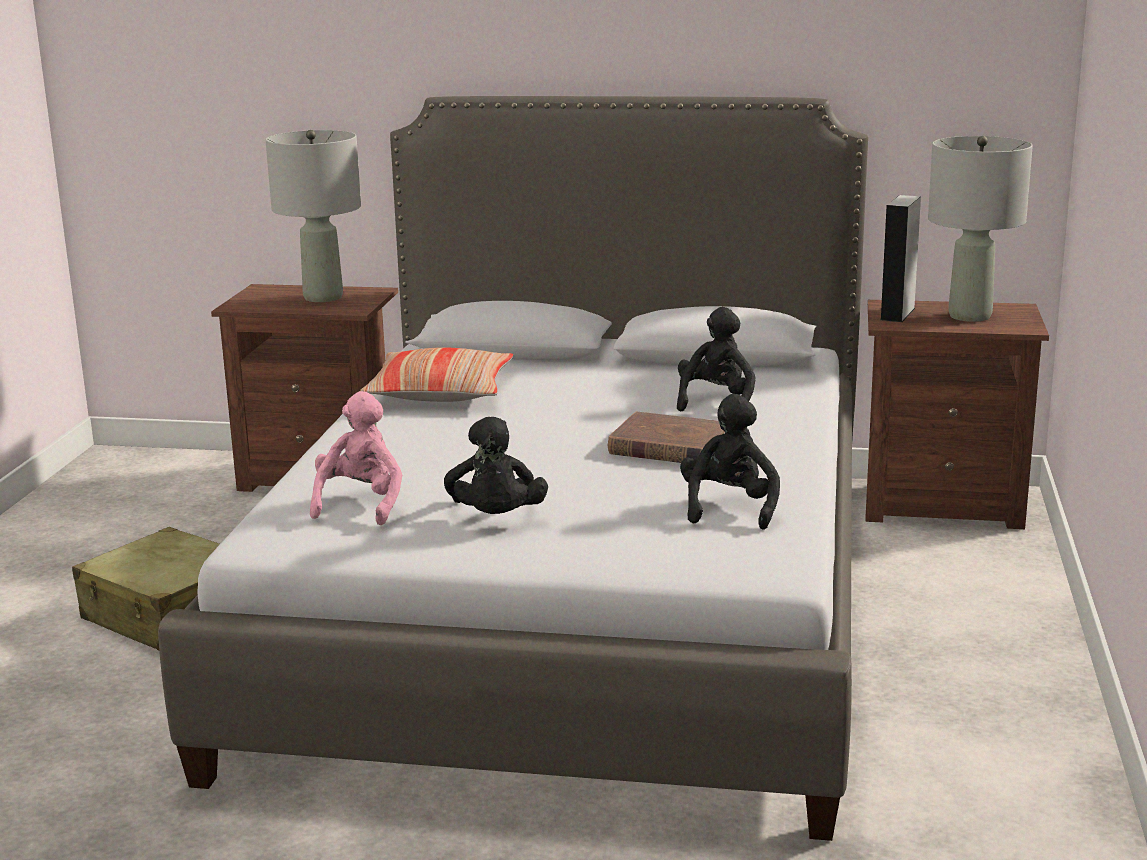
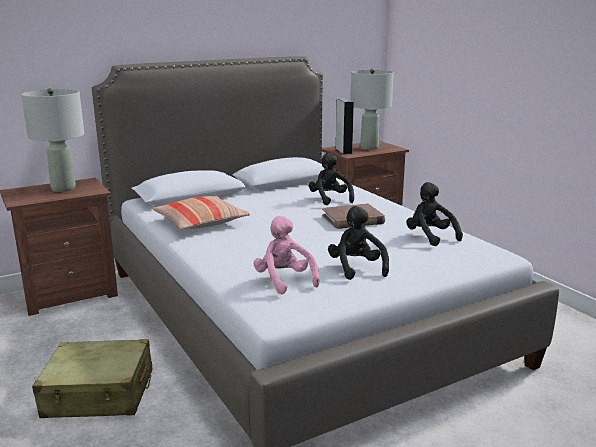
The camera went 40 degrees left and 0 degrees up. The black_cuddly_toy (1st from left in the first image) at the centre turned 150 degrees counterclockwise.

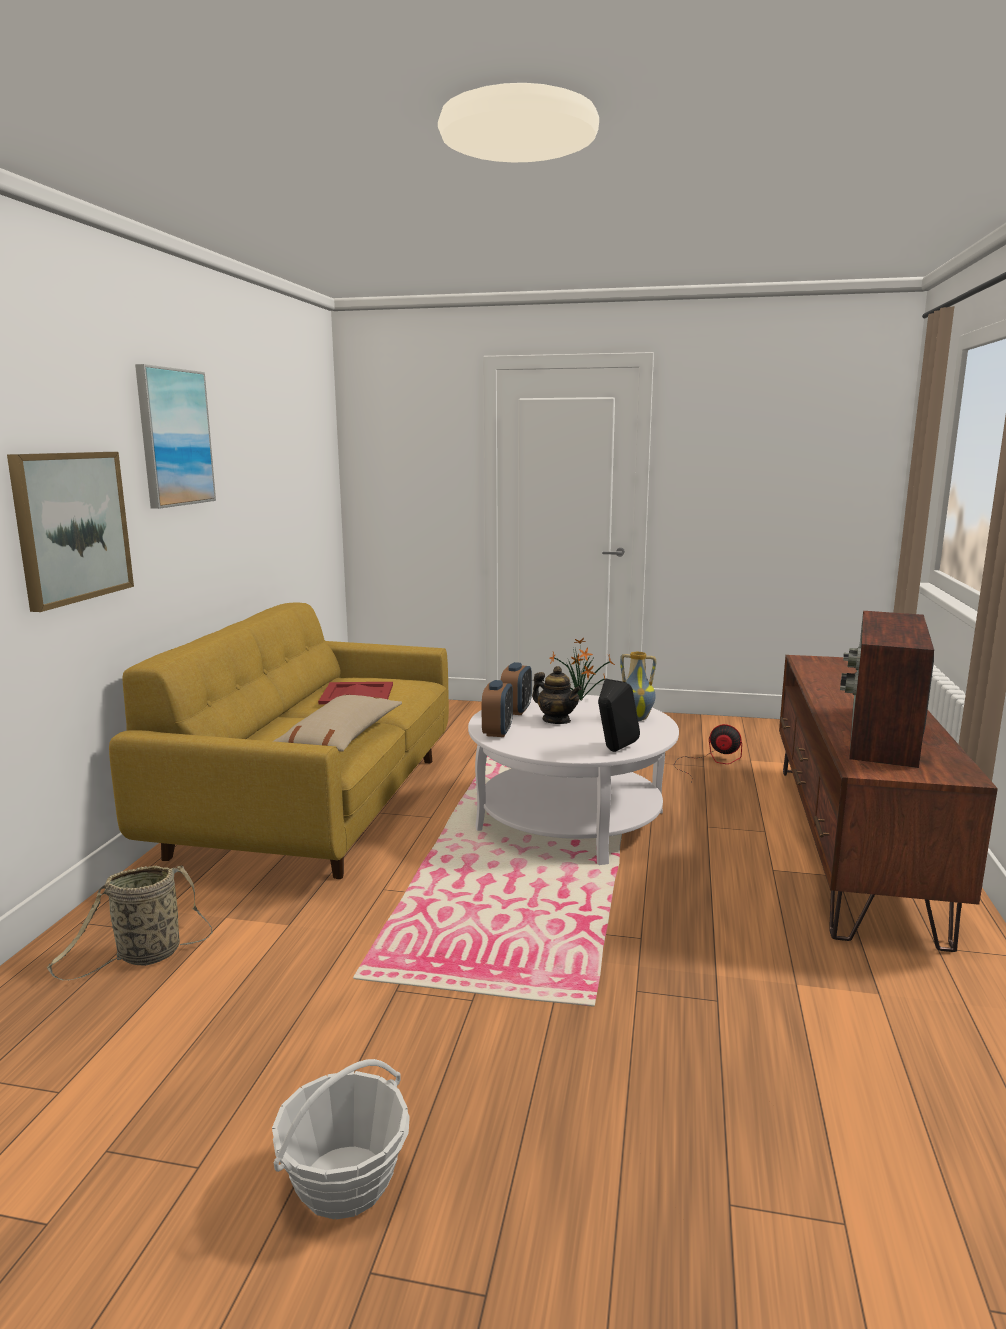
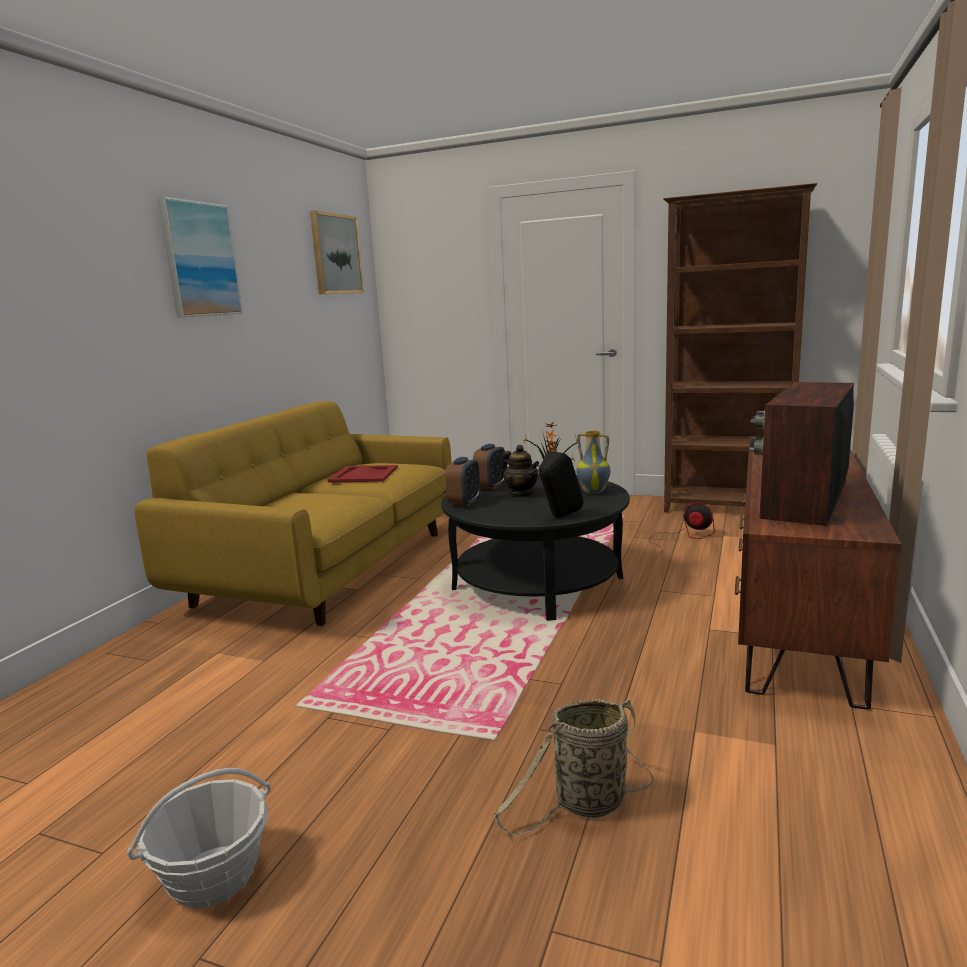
The camera went 10 degrees right and 0 degrees up. The beige-coloured_throw_pillow at the centre disappeared. The brown-coloured_shelving_unit at the middle right appeared. The wall_picture (1st from left in the first image) moved from the middle left to the top centre. The household_basket (1st from left in the first image) moved from the bottom left to the bottom centre. The whitish_lounge_table at the centre became the black_lounge_table at the centre.

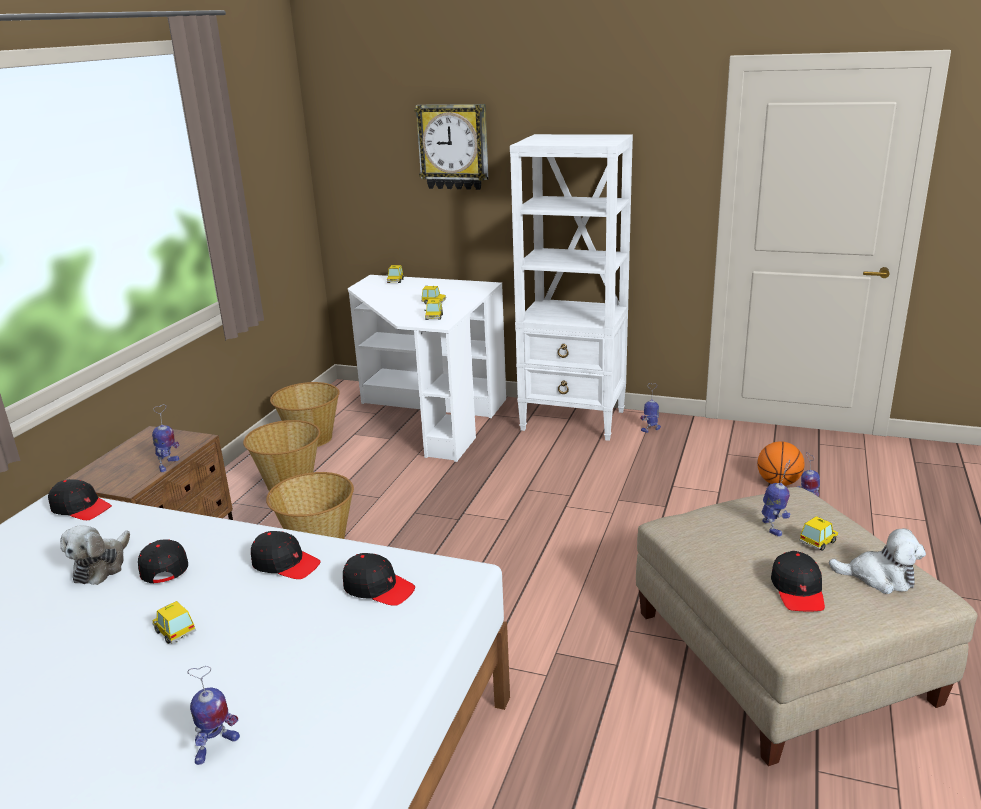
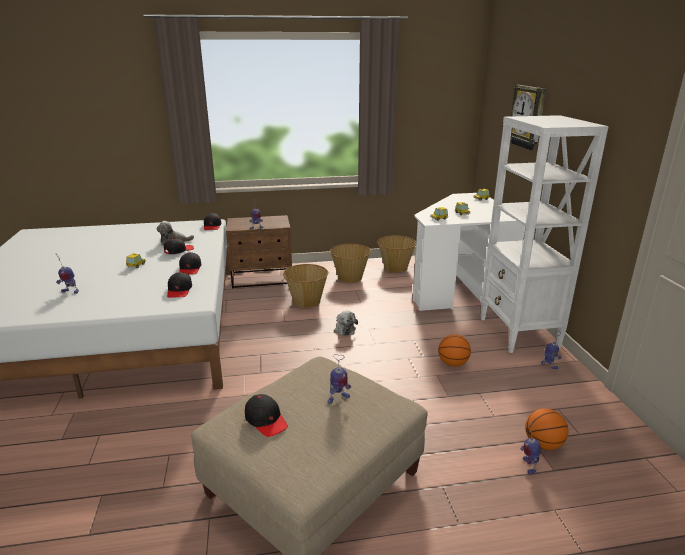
The camera went 60 degrees right and 0 degrees up. The miniature_car (5th from left) at the middle right disappeared. The basketball_ball (1st from left) at the centre appeared. The cuddly_toy (2nd from left) moved from the bottom right to the centre. The black_cap (5th from left) at the bottom right turned 105 degrees counterclockwise.

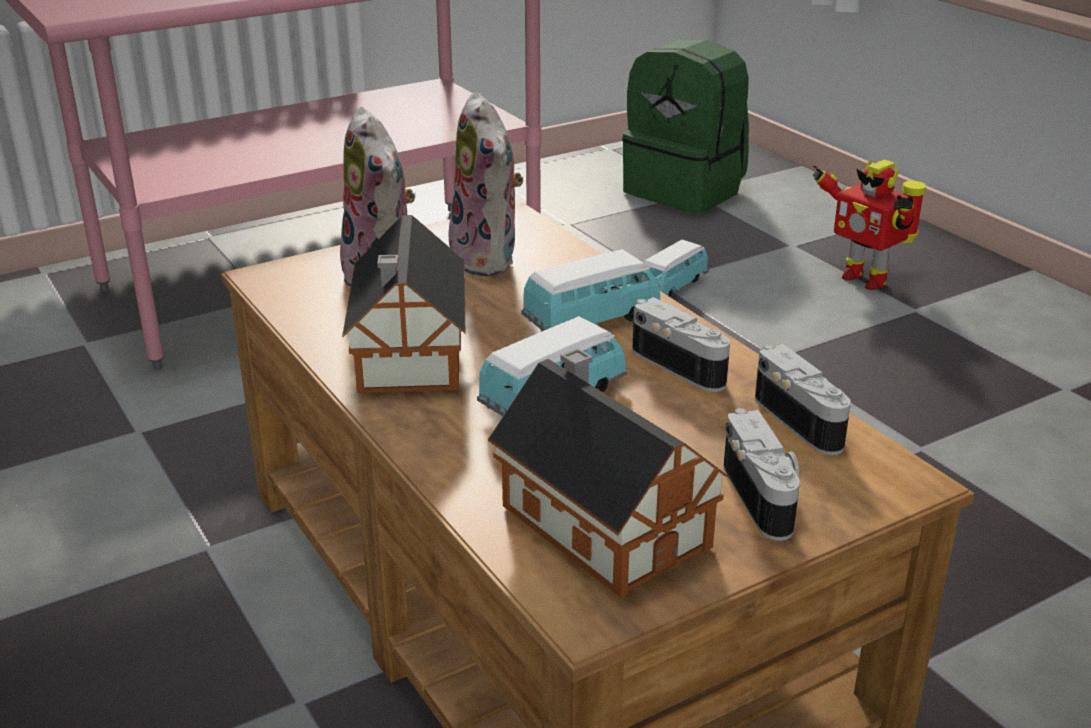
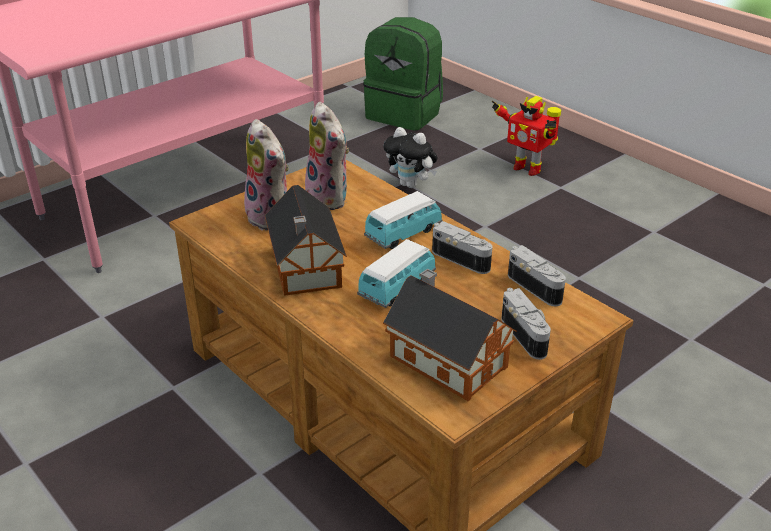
The camera went 10 degrees left and 5 degrees up. The miniature_car (3rd from left) at the centre was replaced by the cuddly_toy (3rd from left) at the top centre.

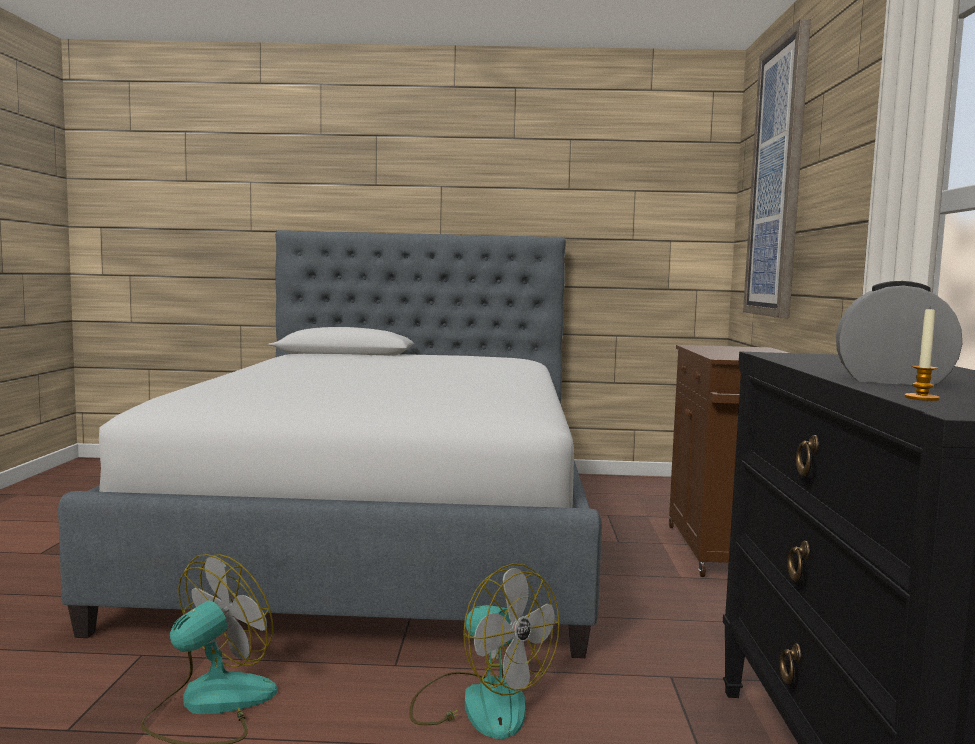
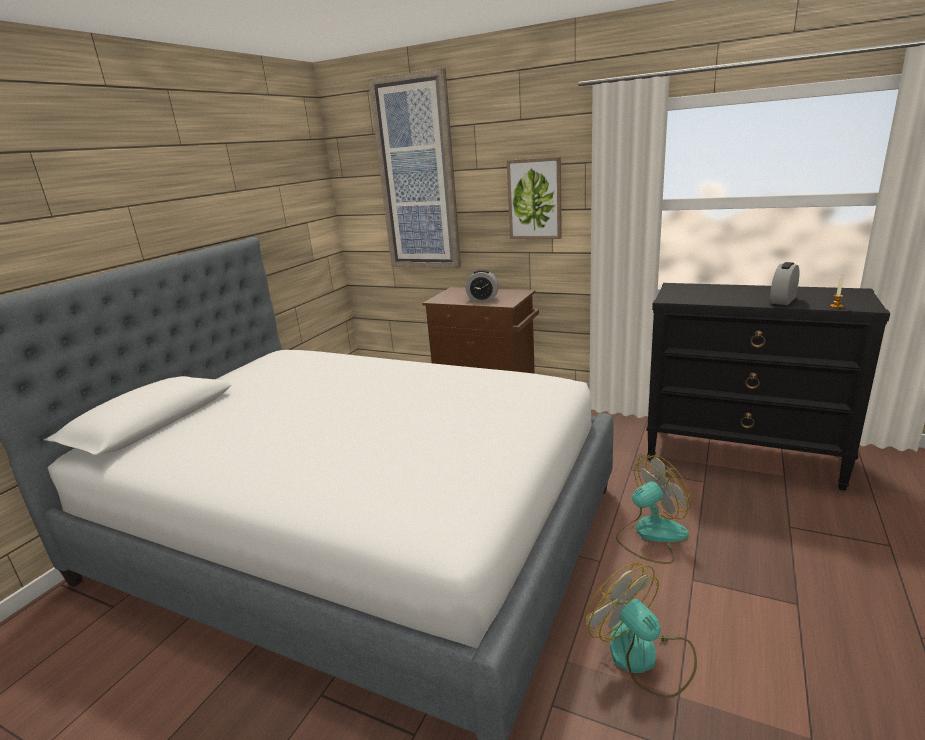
The camera went 65 degrees left and 15 degrees up. The table_clock (1st from left) at the centre appeared. The wall_picture (2nd from left) at the top centre appeared.

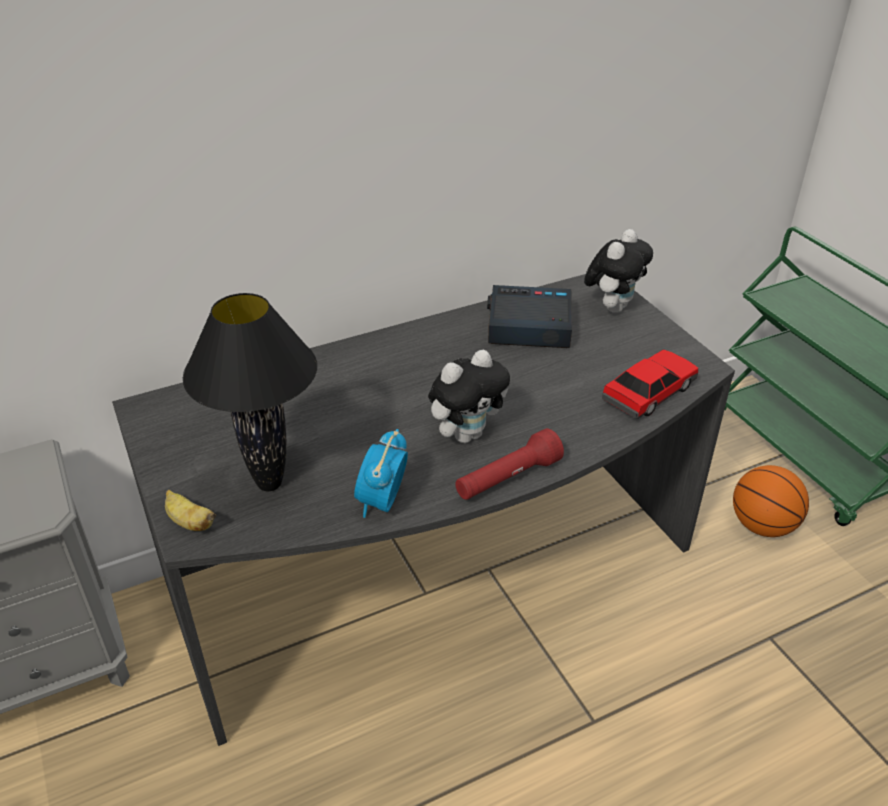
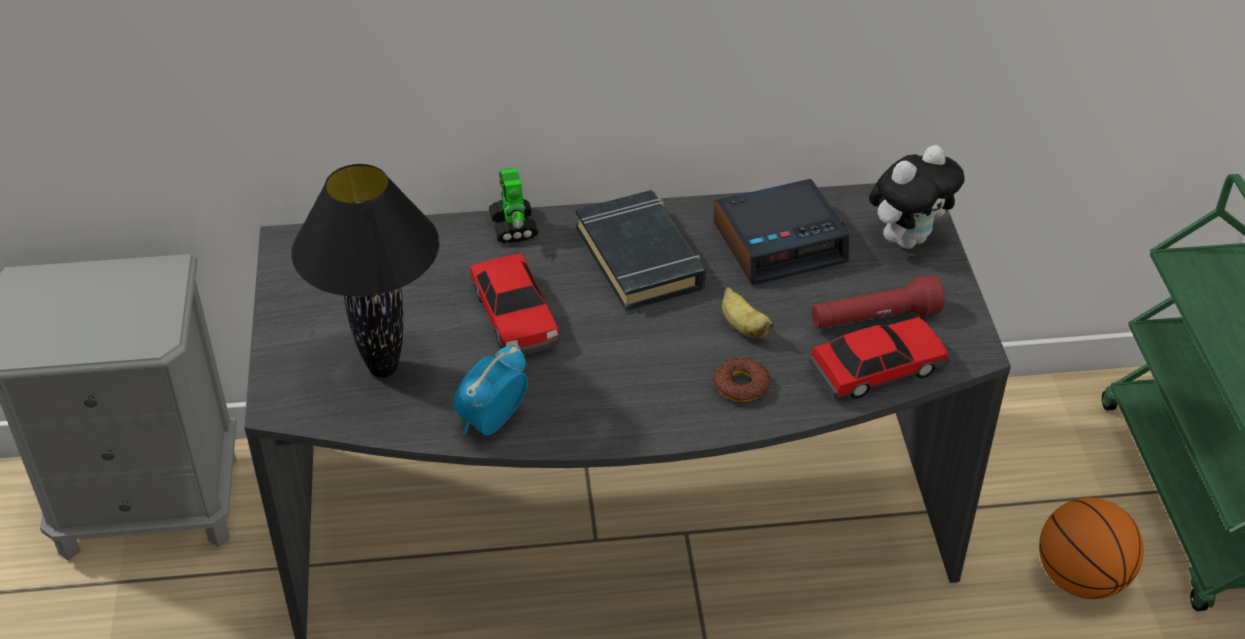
The camera went 20 degrees right and 5 degrees up. The cuddly_toy (1st from left) at the centre disappeared. The miniature_car (1st from left) at the centre appeared. The toy_robot at the top centre appeared. The black_book at the centre appeared. The ring_doughnut at the centre appeared. The whole_banana moved from the middle left to the centre. The reddish_hand_torch moved from the centre to the middle right. The table_clock (2nd from left) at the centre turned 135 degrees clockwise.

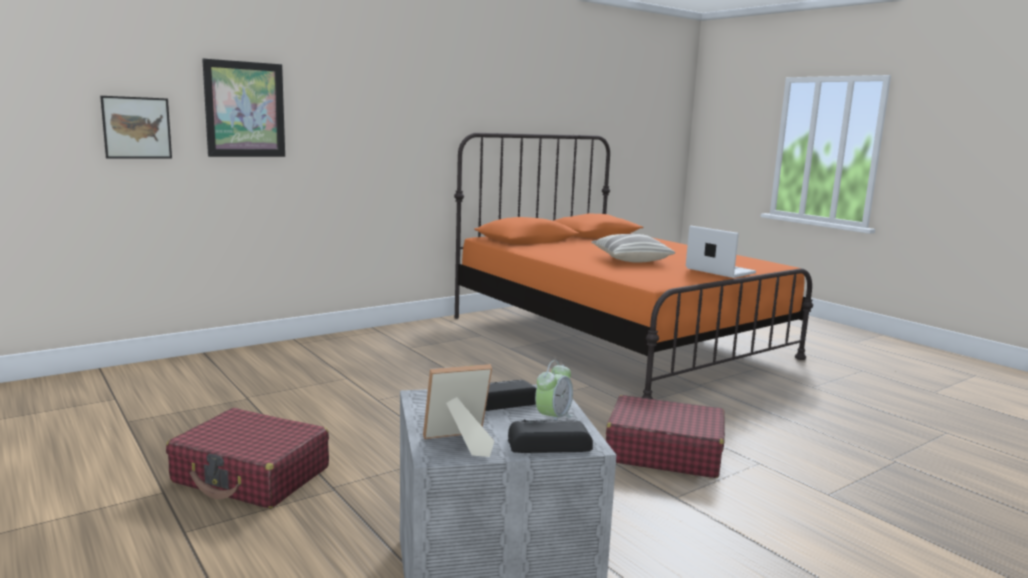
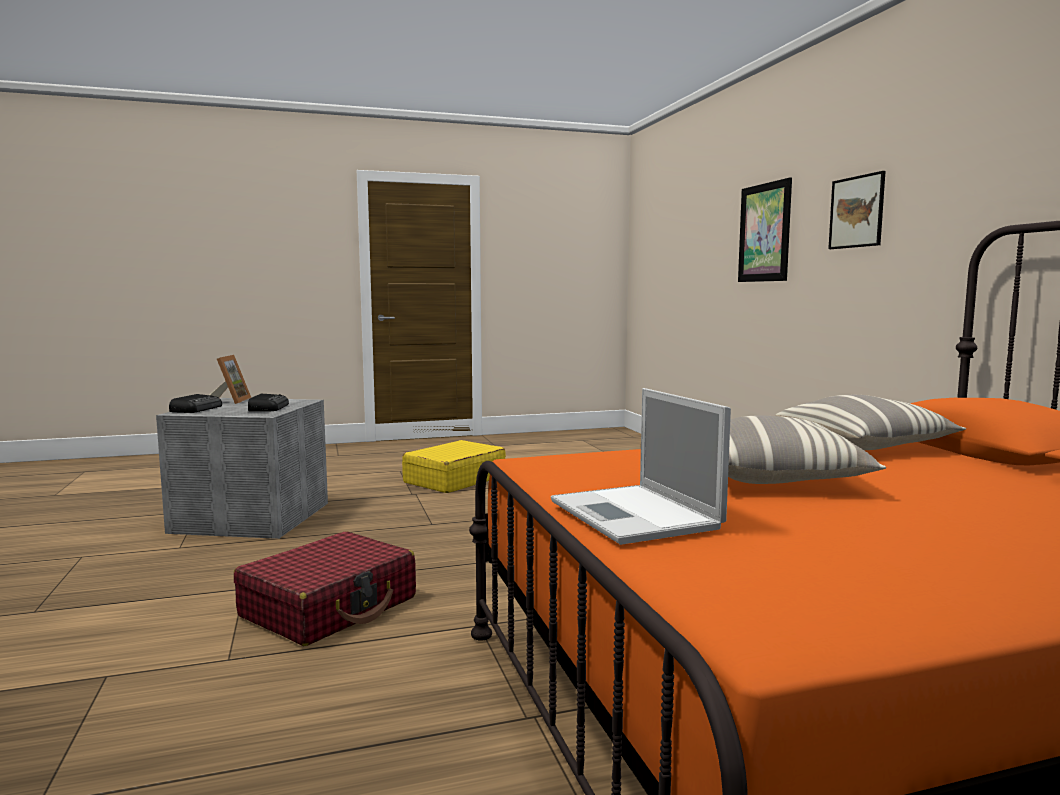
The camera went 110 degrees right and 5 degrees down. The table_clock at the bottom centre disappeared. The throw_pillow (2nd from left) at the middle right appeared. The wall_picture (1st from left in the first image) moved from the top left to the top right. The reddish_suitcase (1st from left) at the bottom left became the yellow_suitcase at the centre. The notebook_computer at the middle right turned 90 degrees clockwise.

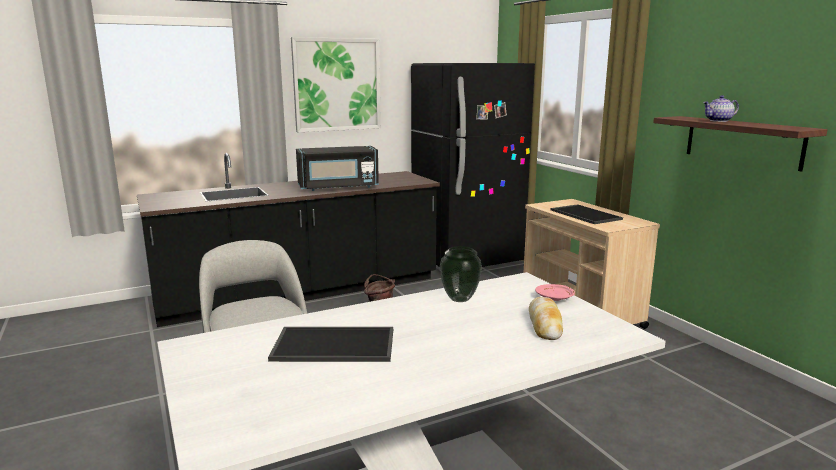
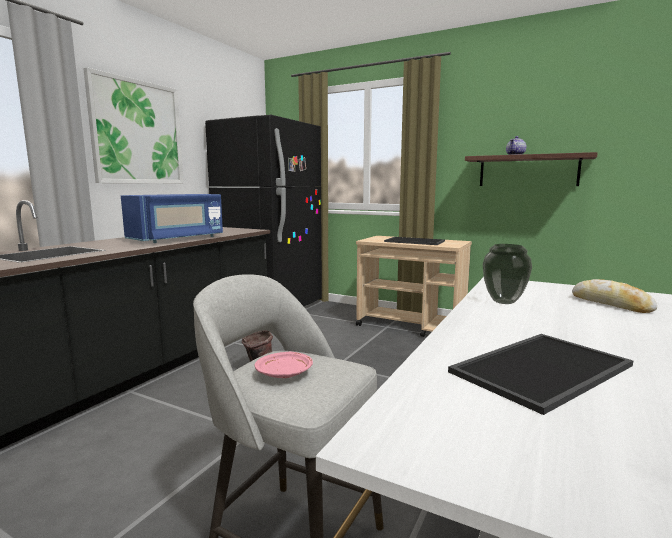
The camera went 35 degrees left and 5 degrees down. The pink_dinner_plate moved from the centre to the bottom centre. The black_microwave at the centre became the bluish_microwave at the middle left.

